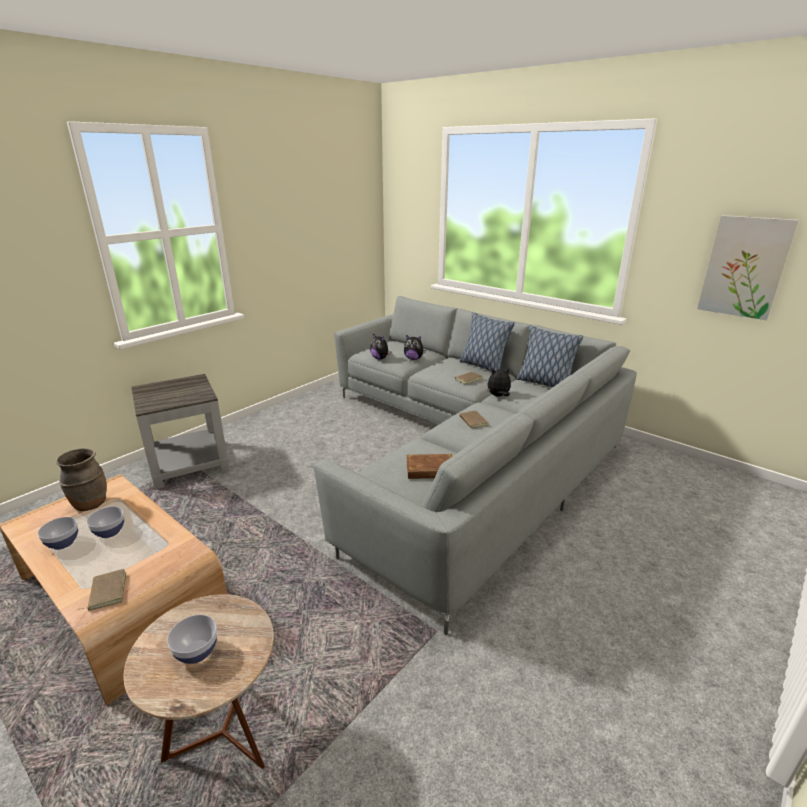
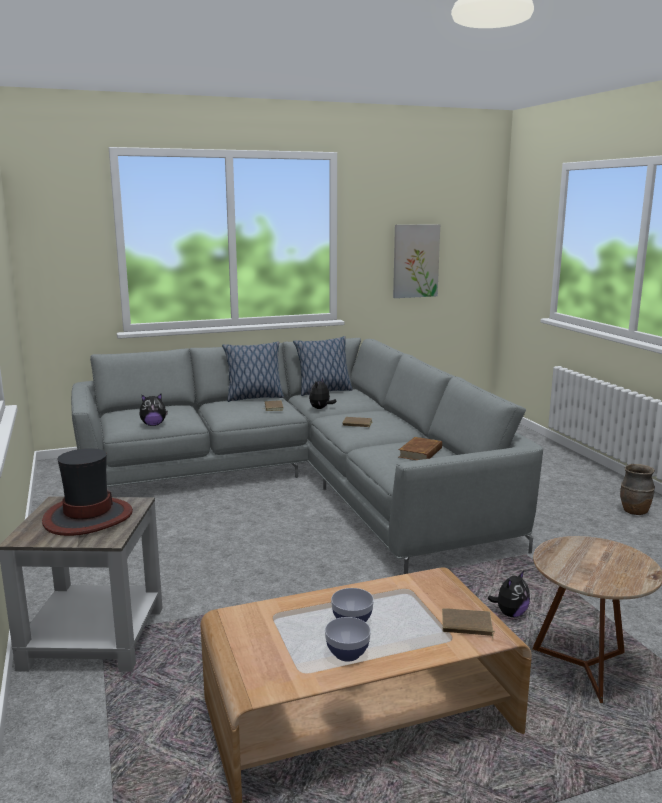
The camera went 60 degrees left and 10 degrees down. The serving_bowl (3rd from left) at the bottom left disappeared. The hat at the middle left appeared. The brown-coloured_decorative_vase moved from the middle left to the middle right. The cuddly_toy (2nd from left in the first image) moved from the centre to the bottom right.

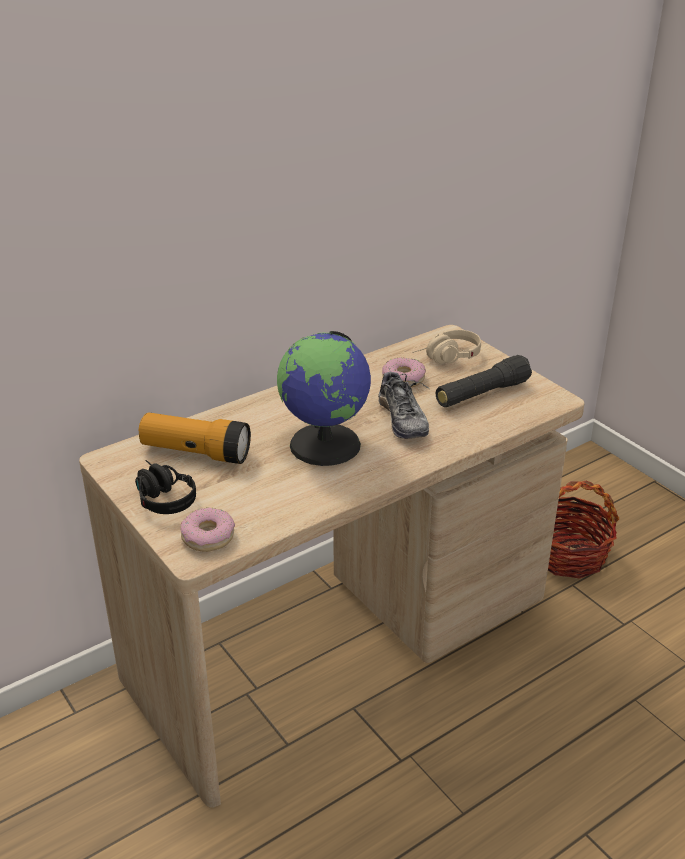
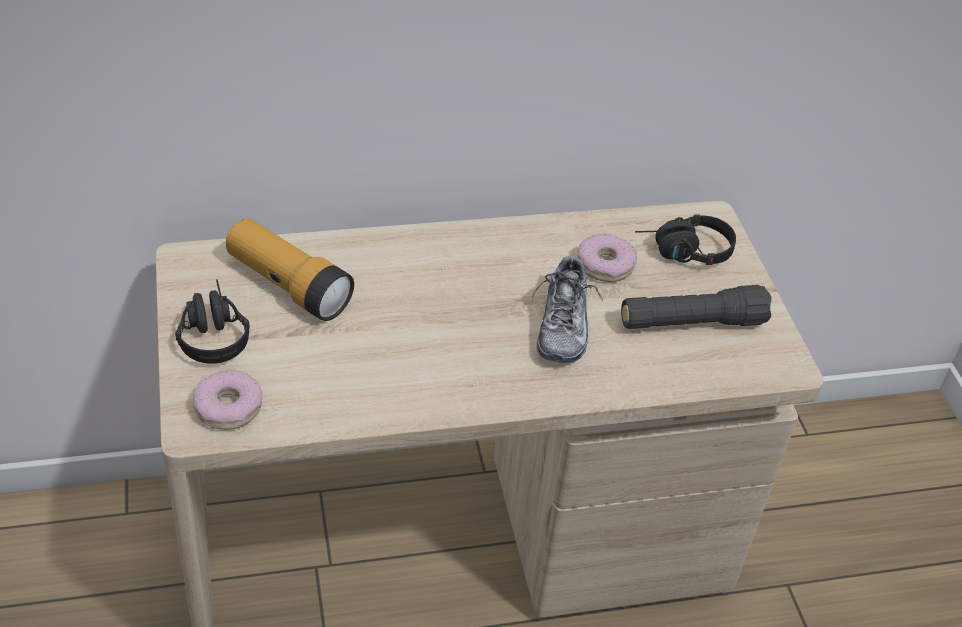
The camera went 20 degrees right and 10 degrees up. The world_globe at the centre disappeared. The household_basket at the middle right disappeared. The beige-coloured_headset at the centre became the black_headset (2nd from left) at the middle right.

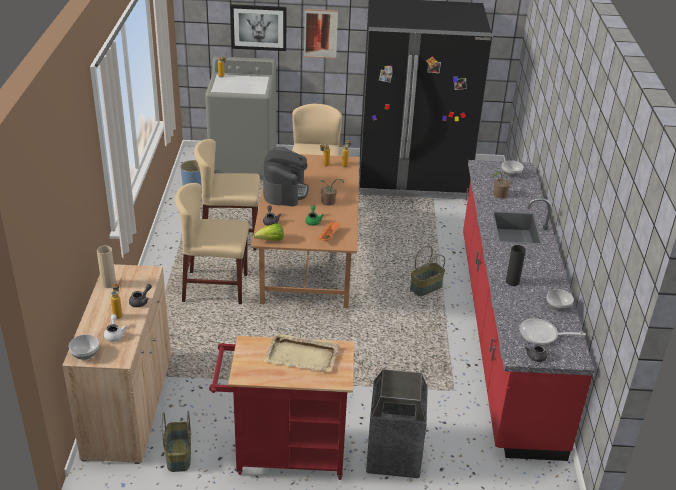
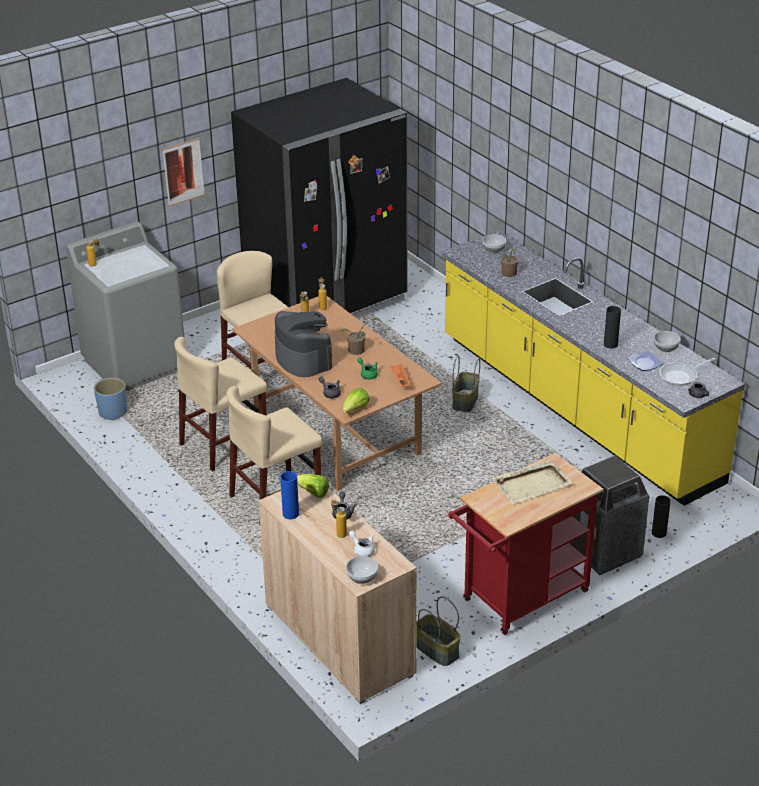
The camera went 35 degrees left and 0 degrees up. The wall_picture (1st from left) at the top centre disappeared. The lettuce (1st from left) at the centre appeared. The dinner_plate at the middle right appeared. The black_decorative_vase (2nd from left) at the middle right appeared. The beige-coloured_decorative_vase at the middle left became the bluish_decorative_vase at the centre. The reddish_kitchen_base_unit at the middle right became the yellow_kitchen_base_unit at the middle right.

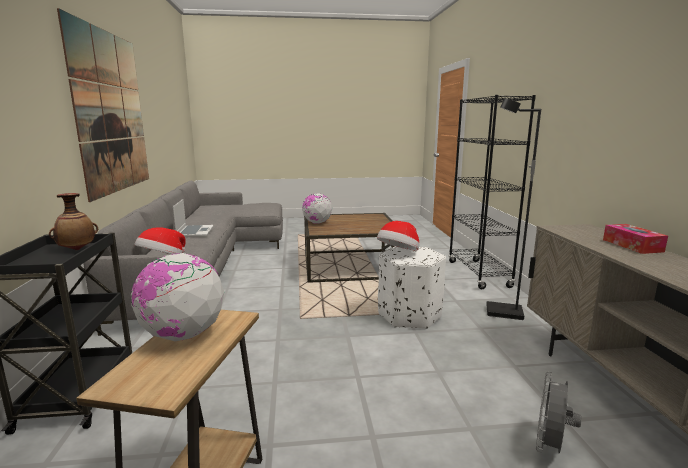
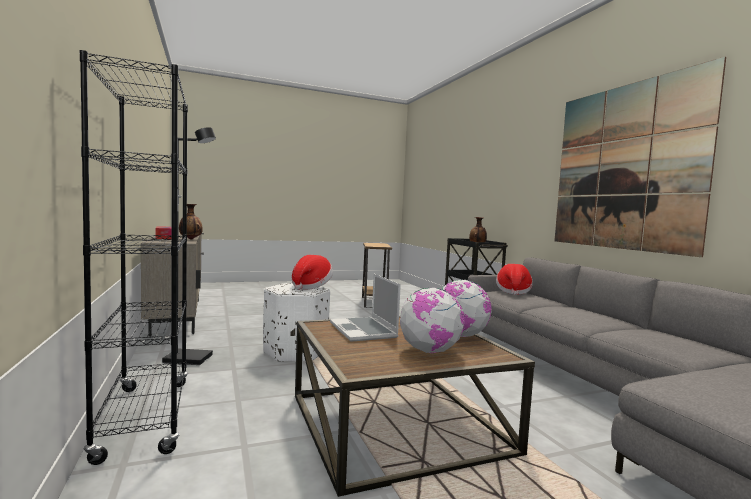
The camera went 165 degrees right and 10 degrees down. The grey_fan at the bottom right disappeared. The decorative_vase (1st from left) at the middle left appeared. The world_globe (1st from left) moved from the middle left to the centre. The notebook_computer moved from the middle left to the centre.

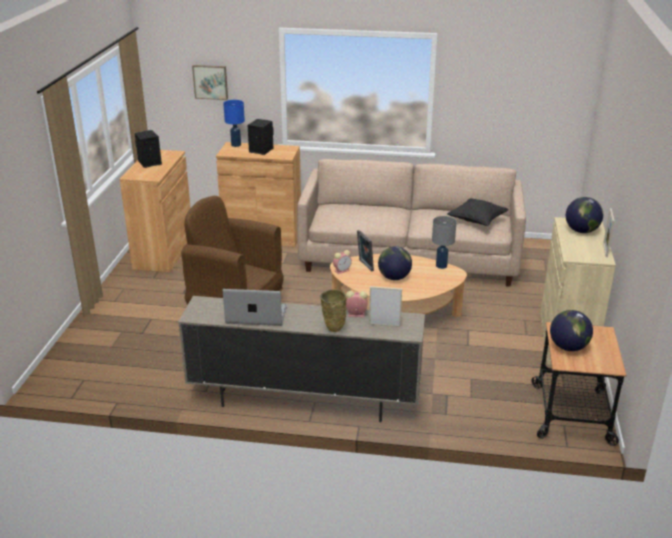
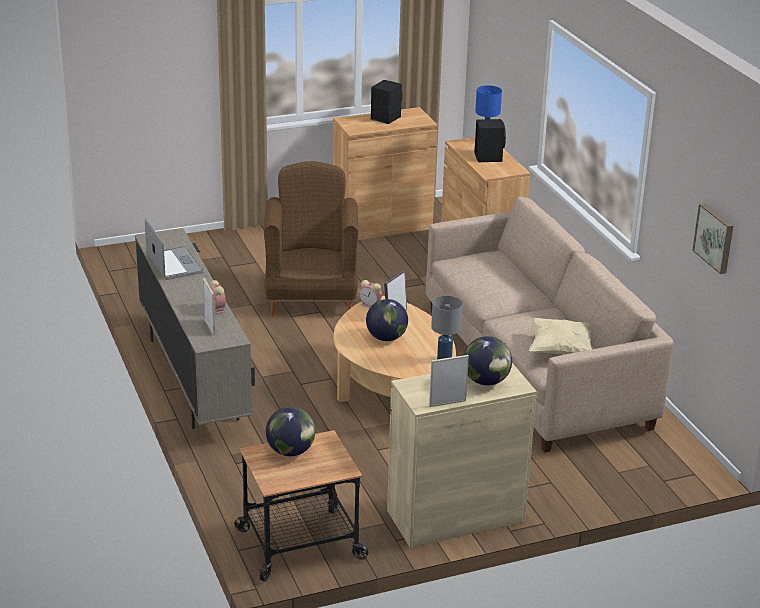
The camera went 60 degrees right and 0 degrees up. The beige-coloured_decorative_vase at the centre disappeared. The wall_picture moved from the top left to the middle right. The black_throw_pillow at the middle right became the beige-coloured_throw_pillow at the middle right.

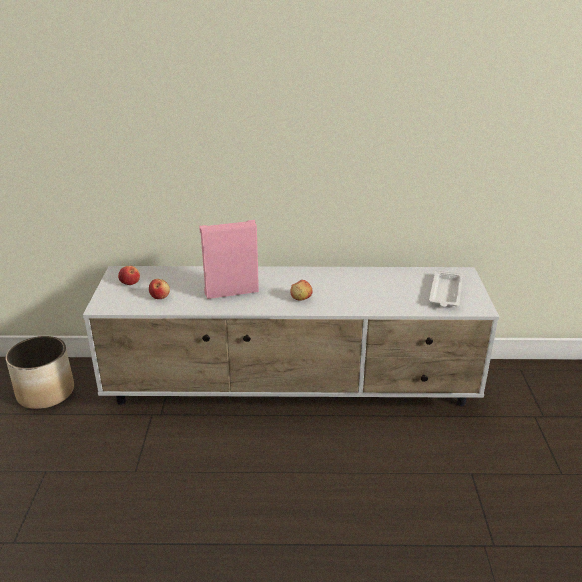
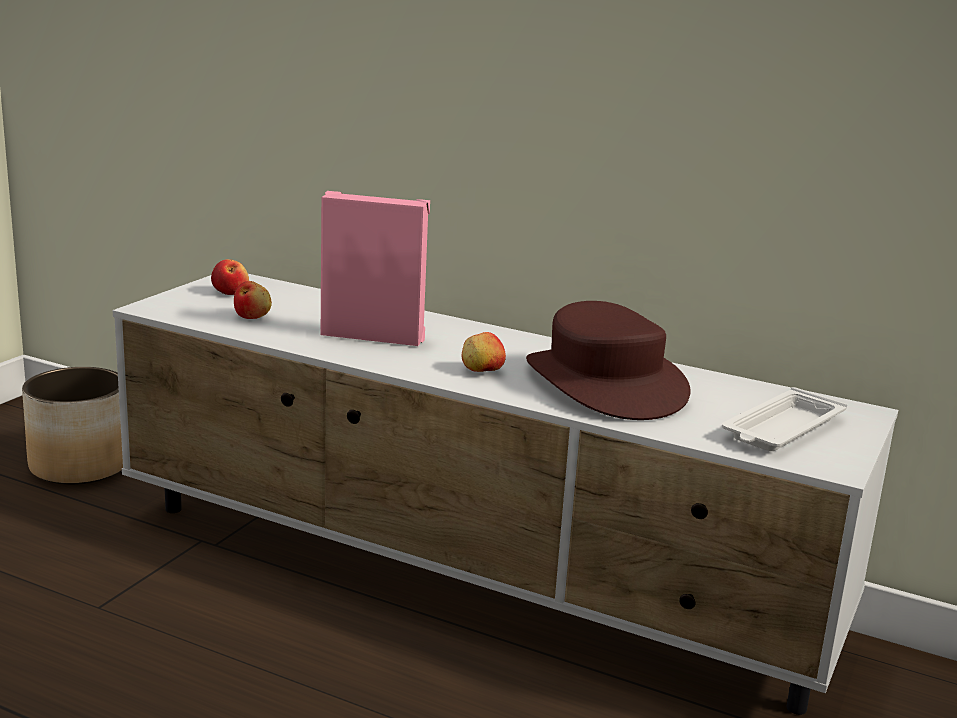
The camera went 25 degrees right and 10 degrees down. The brown-coloured_hat at the centre appeared.

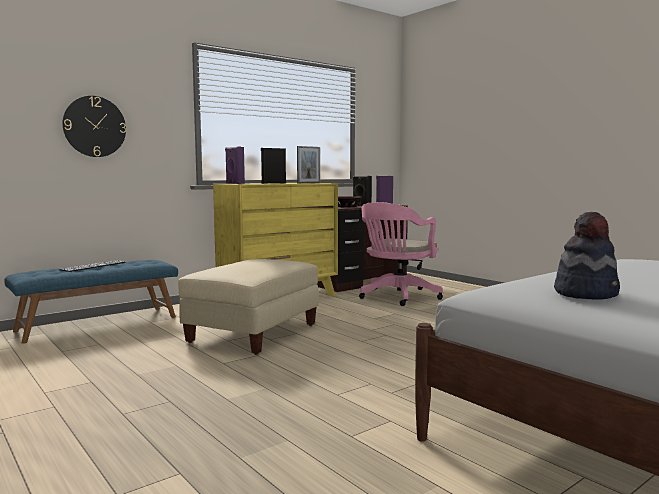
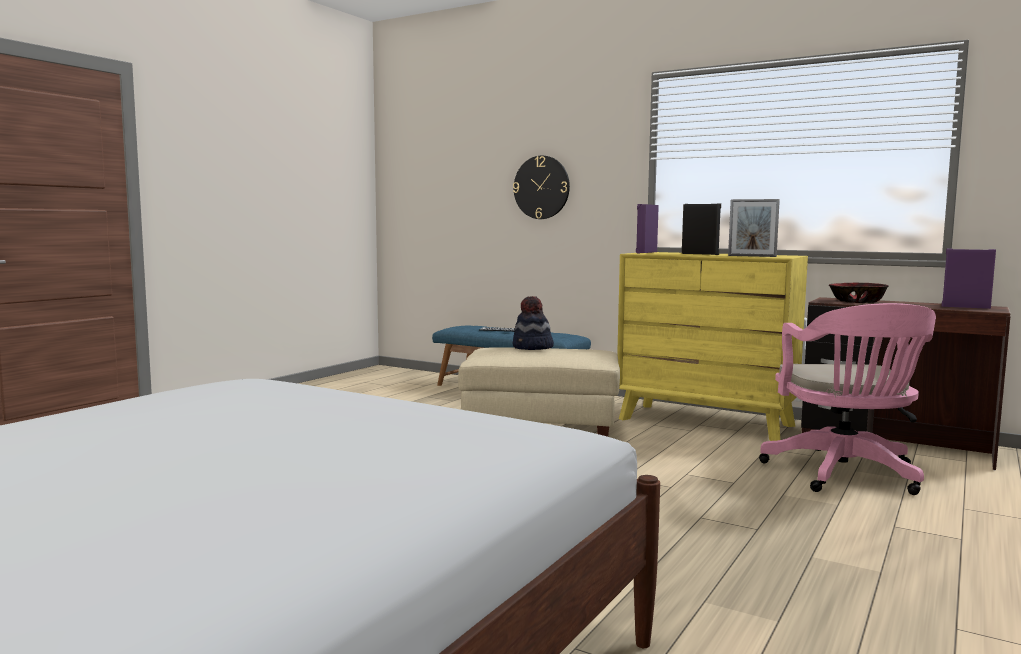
The camera went 70 degrees right and 0 degrees up. The black_speaker (2nd from left) at the centre disappeared. The hat moved from the middle right to the centre. The pink_desk_chair at the centre turned 105 degrees counterclockwise.

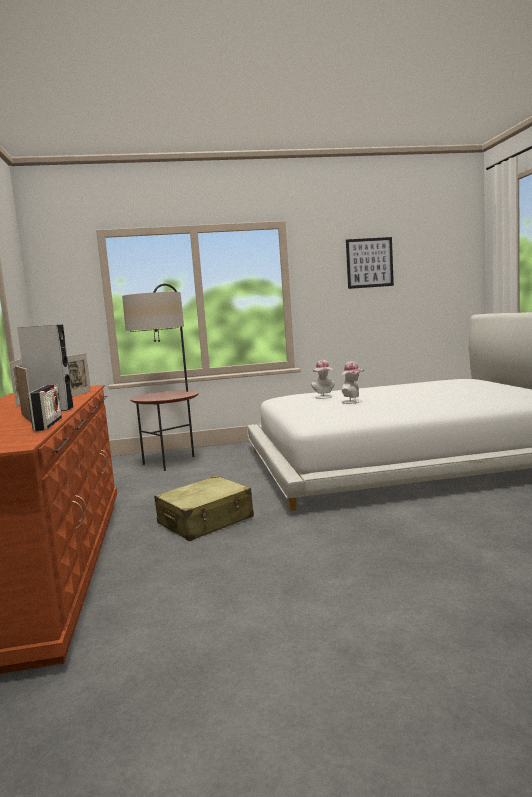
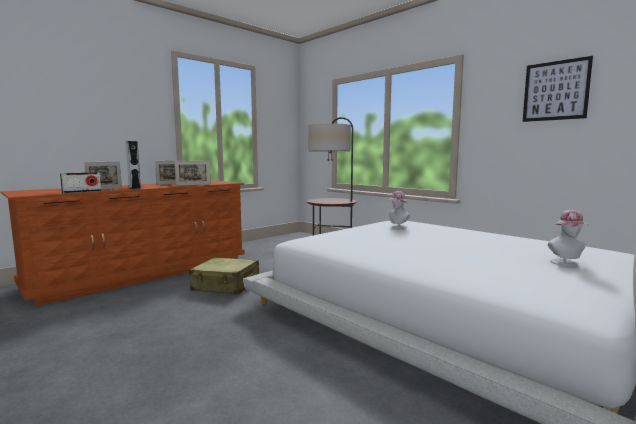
The camera went 55 degrees right and 0 degrees up. The hat (2nd from left) moved from the centre to the middle right.

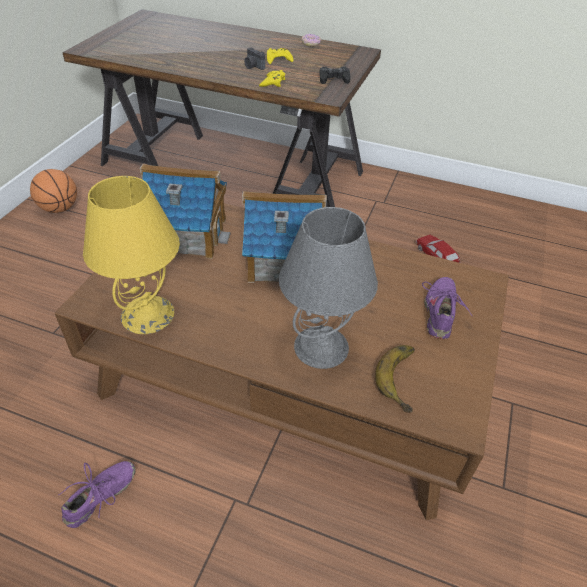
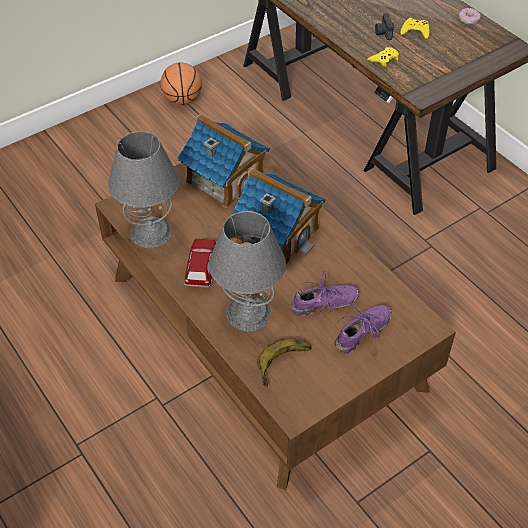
The camera went 35 degrees right and 5 degrees up. The black_gamepad at the top centre disappeared. The purplish_low_shoe (1st from left) moved from the bottom left to the centre. The miniature_car moved from the middle right to the centre. The yellow_tabletop_lamp at the middle left became the grey_tabletop_lamp (1st from left) at the middle left.

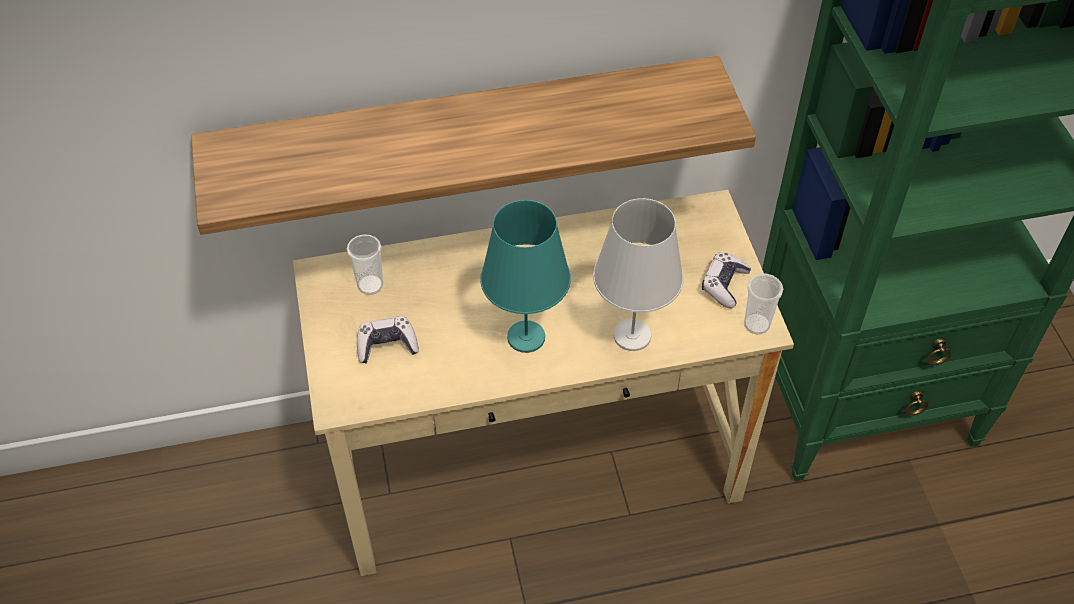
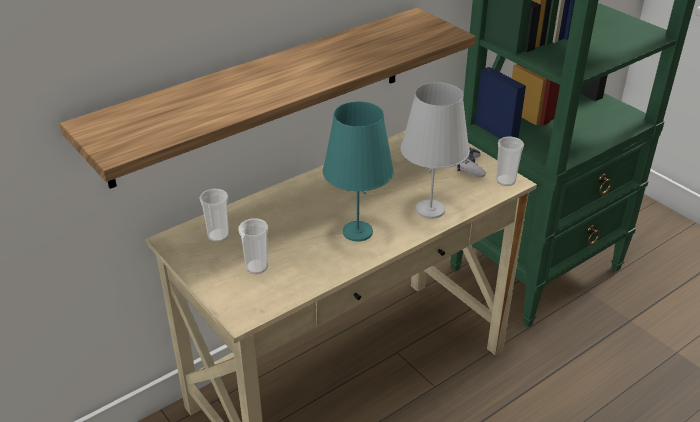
The camera went 25 degrees left and 15 degrees down. The gamepad (1st from left) at the centre was replaced by the drinking_cup (2nd from left) at the centre.

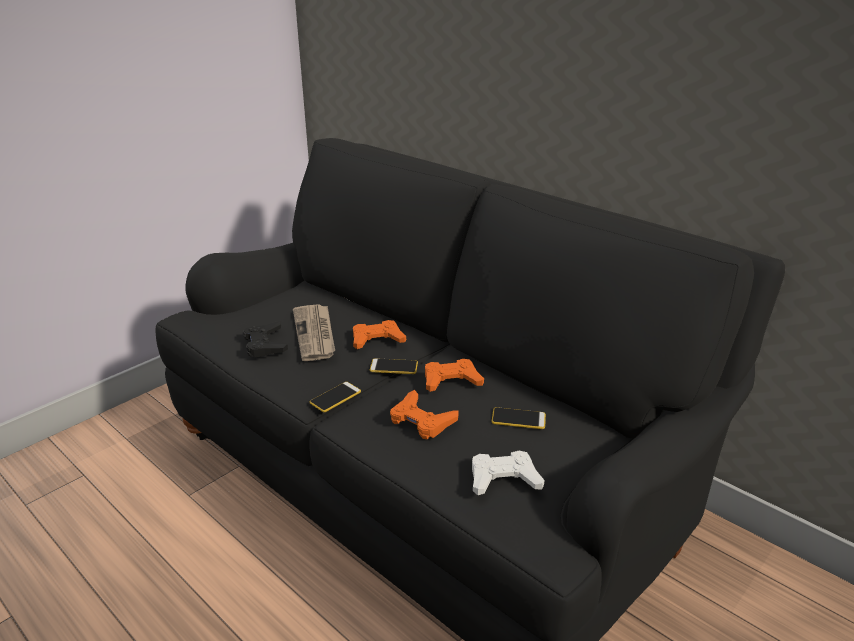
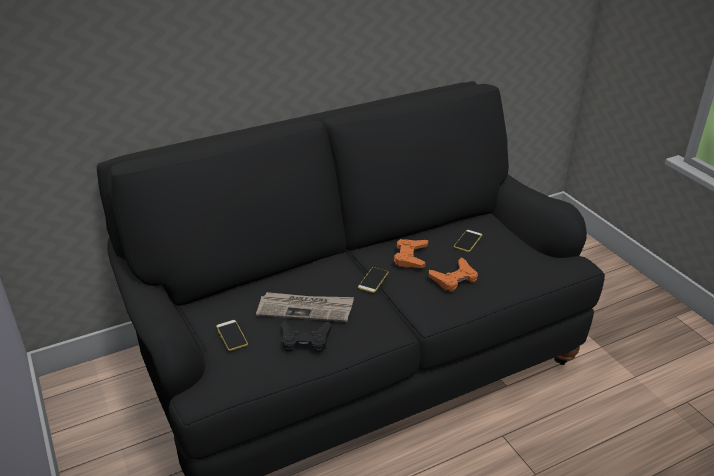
The camera went 70 degrees left and 5 degrees up. The orangey_gamepad (1st from left) at the centre disappeared. The whitish_gamepad at the bottom centre disappeared. The phone (1st from left) moved from the centre to the bottom left.

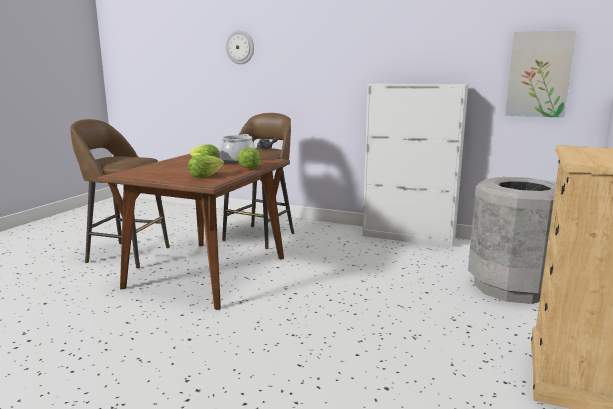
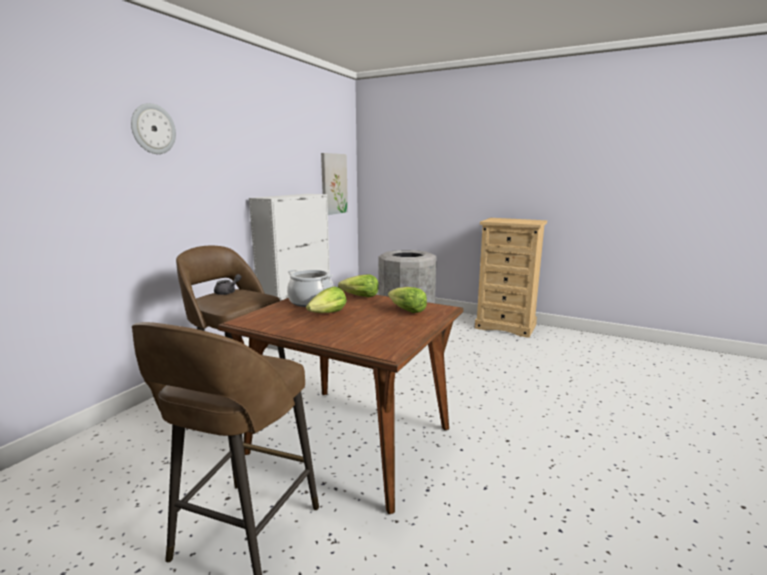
The camera went 85 degrees left and 0 degrees up. The hanging_clock moved from the top centre to the top left.

